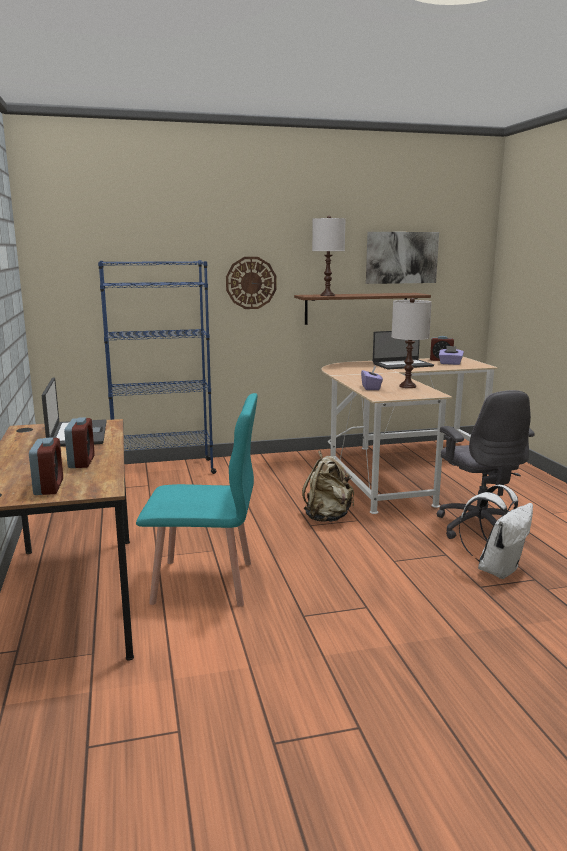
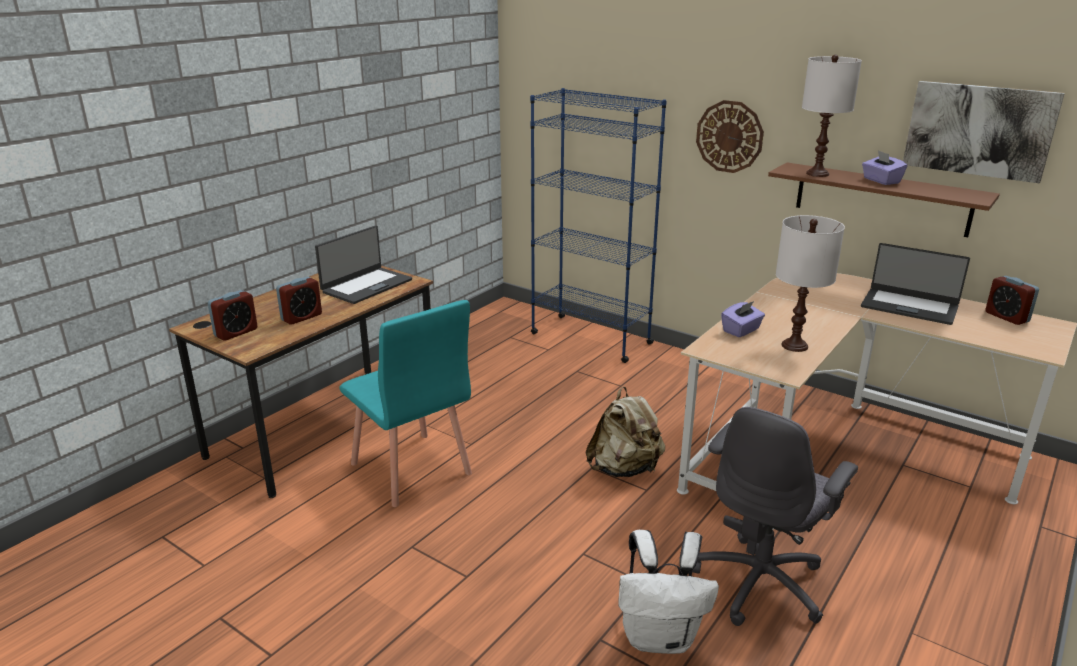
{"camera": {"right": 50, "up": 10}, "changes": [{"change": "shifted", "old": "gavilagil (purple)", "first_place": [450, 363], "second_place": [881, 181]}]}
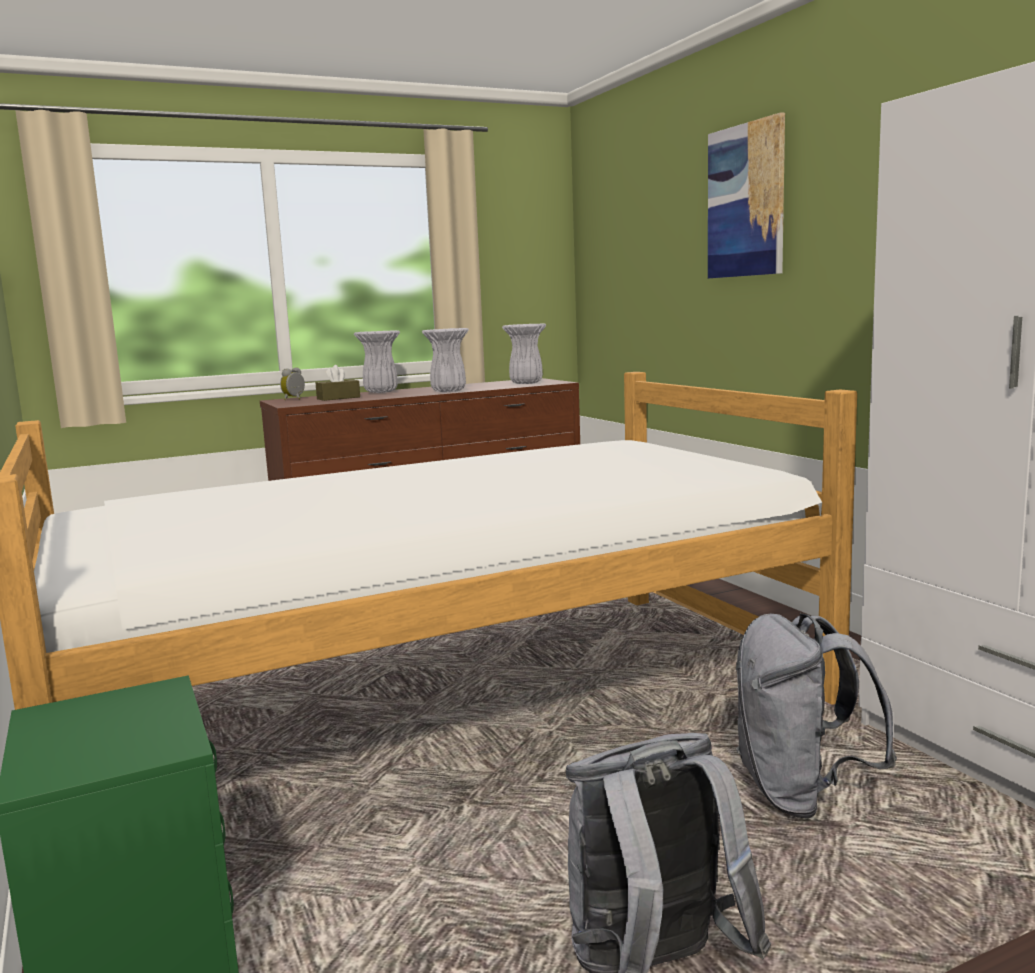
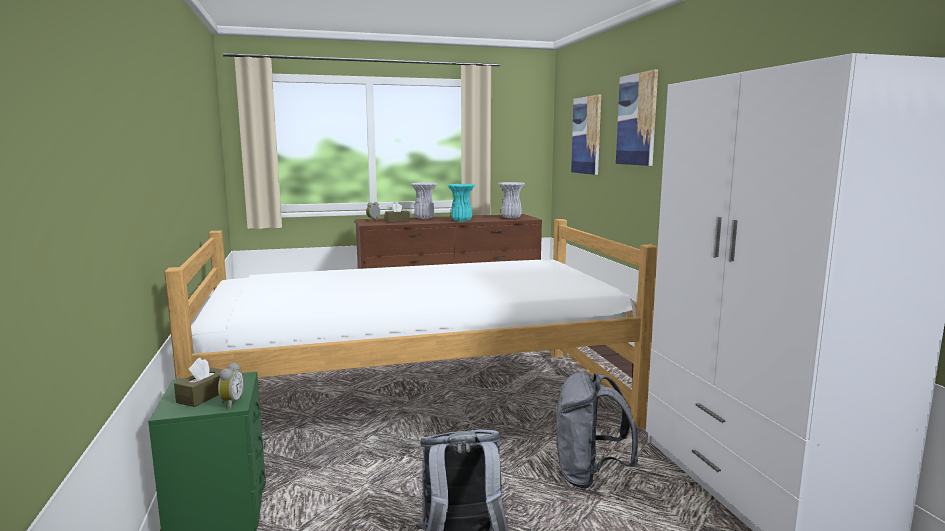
{"camera": {"right": 10, "up": 0}, "changes": [{"change": "repainted", "old": "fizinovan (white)", "new": "fizinovan (turquoise)", "first_place": [449, 391], "second_place": [461, 221]}, {"change": "new", "new": "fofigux", "second_place": [586, 135]}, {"change": "new", "new": "gavilagil (brown)", "second_place": [204, 396]}, {"change": "new", "new": "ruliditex", "second_place": [230, 403]}]}
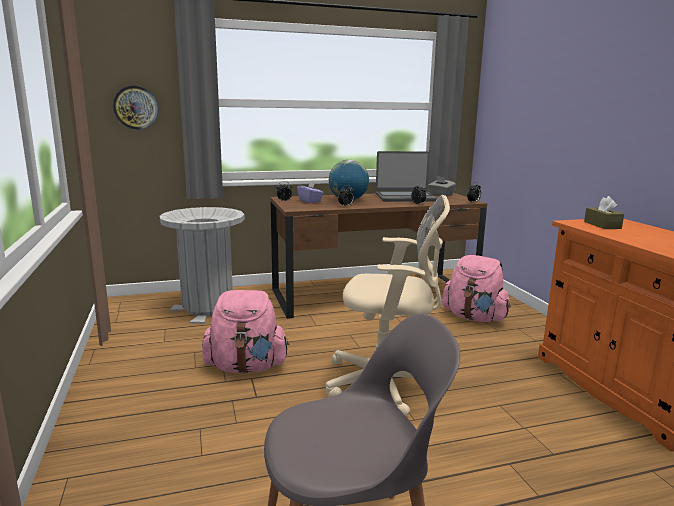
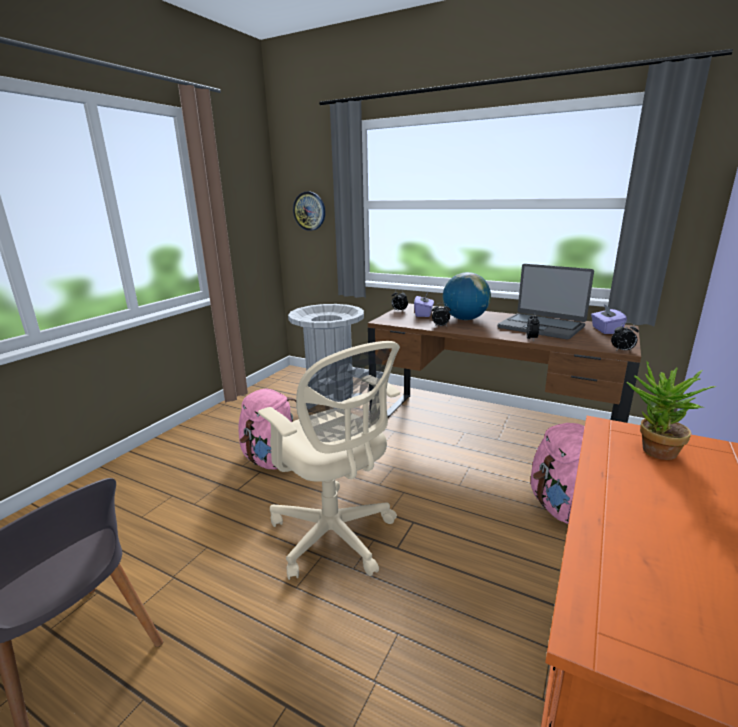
{"camera": {"right": 45, "up": 5}, "changes": [{"change": "repainted", "old": "gavilagil (grey)", "new": "gavilagil (purple)", "first_place": [440, 195], "second_place": [605, 330]}, {"change": "swapped", "old": "gavilagil (brown)", "new": "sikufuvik", "first_place": [602, 225], "second_place": [653, 452]}]}
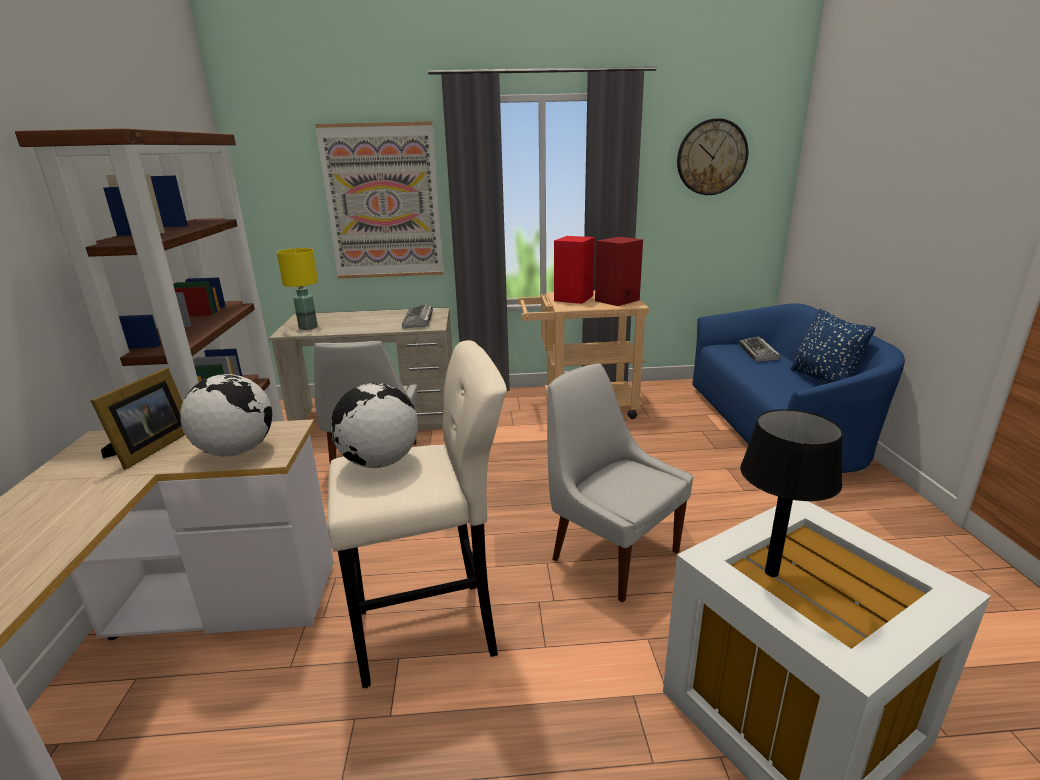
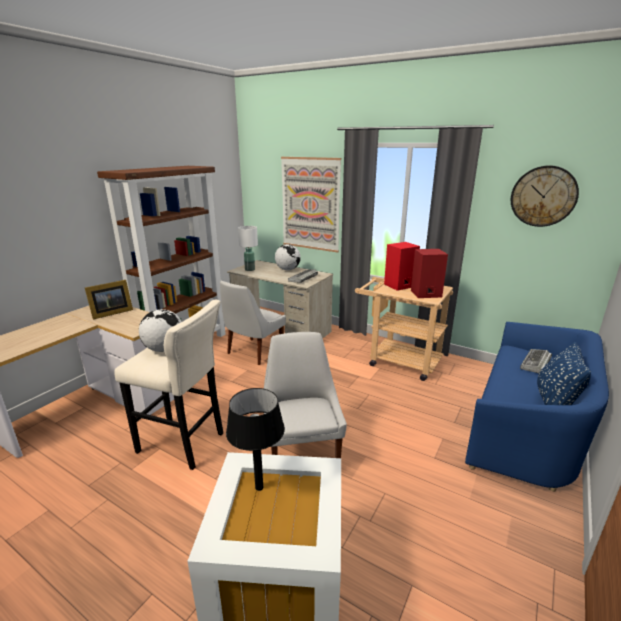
{"camera": {"right": 35, "up": 0}, "changes": [{"change": "repainted", "old": "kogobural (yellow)", "new": "kogobural (white)", "first_place": [308, 327], "second_place": [250, 269]}, {"change": "shifted", "old": "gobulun", "first_place": [236, 451], "second_place": [287, 269]}]}
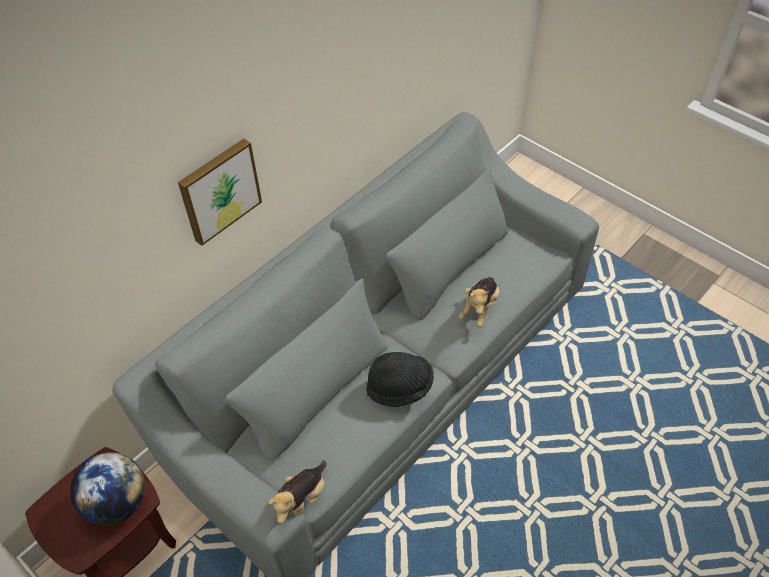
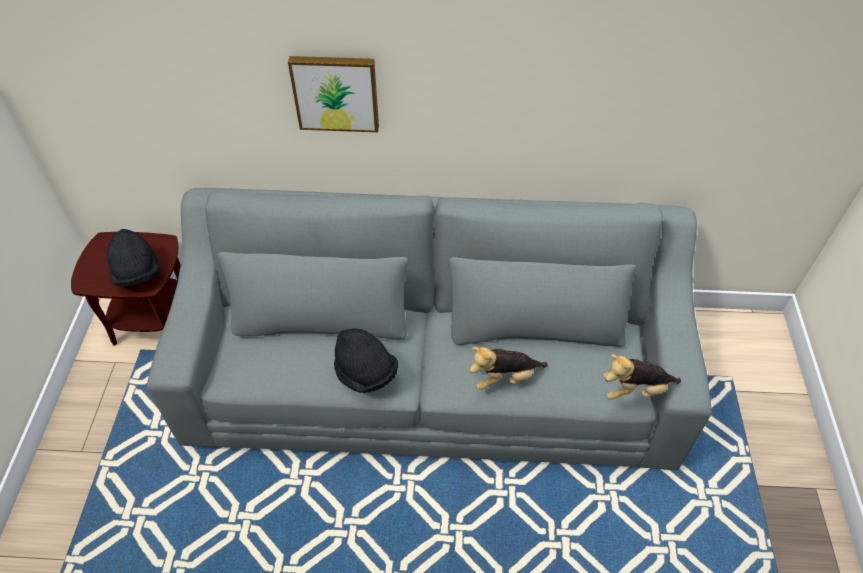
{"camera": {"right": 50, "up": 0}, "changes": [{"change": "swapped", "old": "gobulun", "new": "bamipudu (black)", "first_place": [117, 502], "second_place": [137, 273]}, {"change": "shifted", "old": "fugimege", "first_place": [301, 501], "second_place": [634, 390]}]}
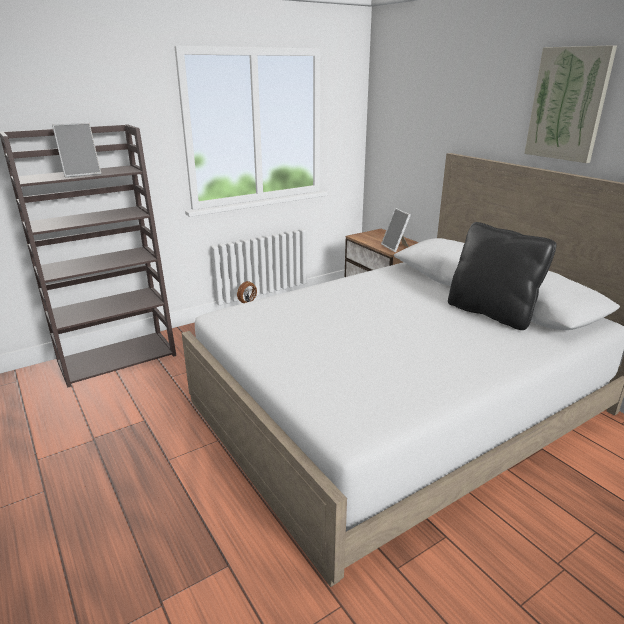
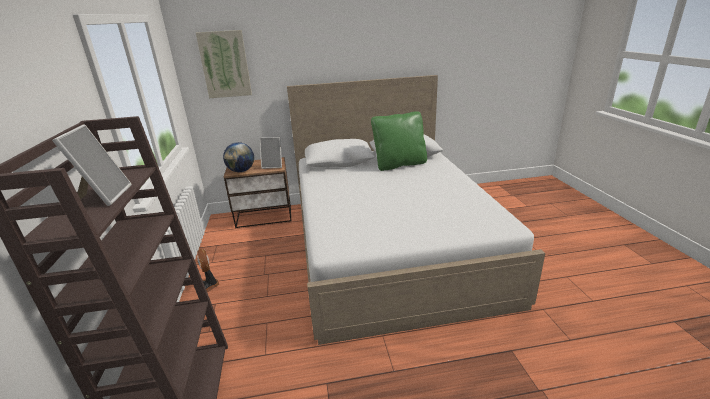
{"camera": {"right": -65, "up": 0}, "changes": [{"change": "shifted", "old": "fofigux", "first_place": [568, 104], "second_place": [225, 64]}, {"change": "repainted", "old": "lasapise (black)", "new": "lasapise (green)", "first_place": [491, 313], "second_place": [399, 164]}, {"change": "new", "new": "gobulun", "second_place": [241, 171]}]}
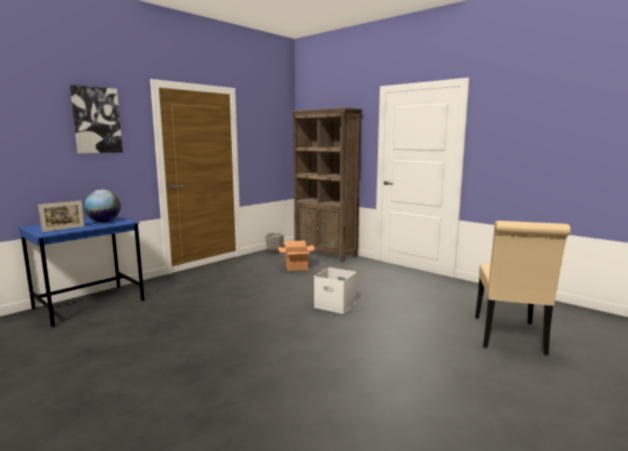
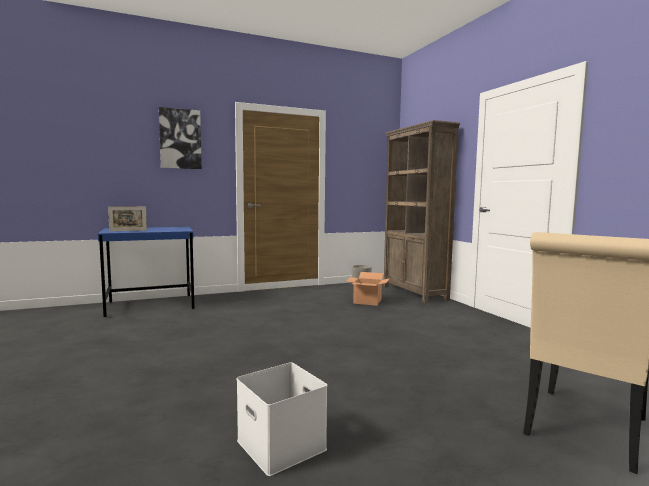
{"camera": {"right": 25, "up": -5}, "changes": [{"change": "gone", "old": "gobulun", "first_place": [104, 222]}, {"change": "shifted", "old": "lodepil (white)", "first_place": [334, 305], "second_place": [279, 445]}]}
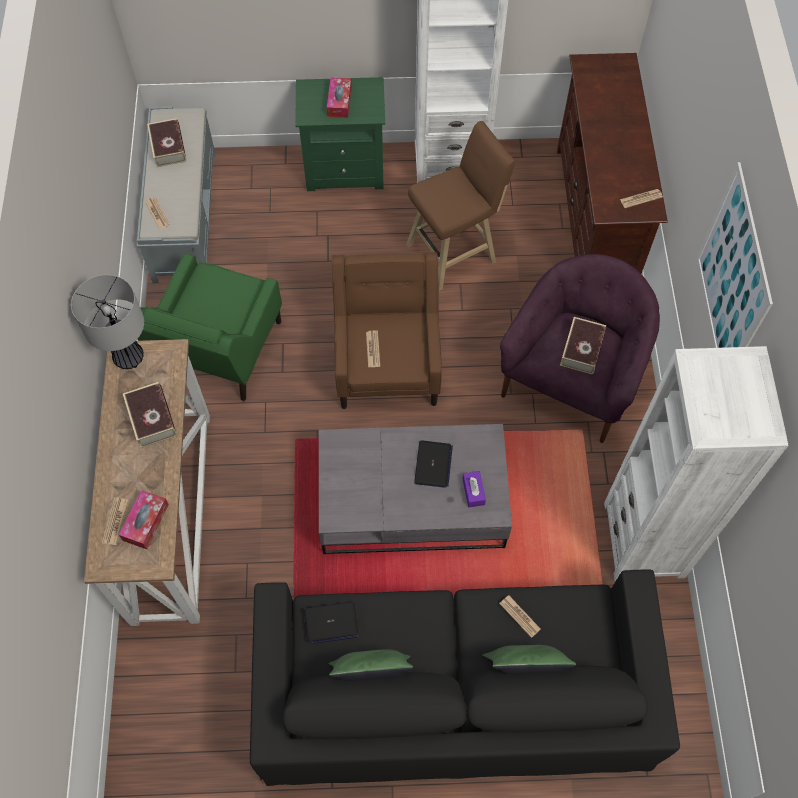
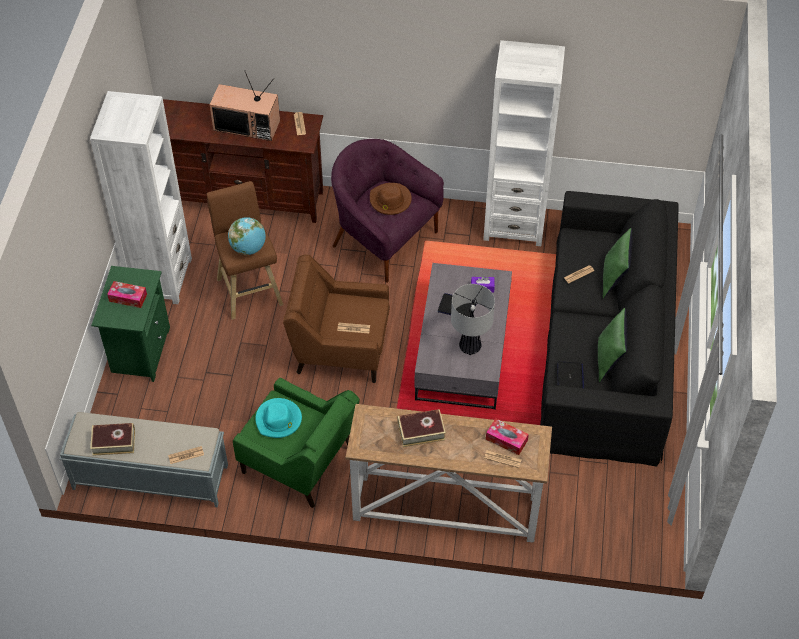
{"camera": {"right": -80, "up": -10}, "changes": [{"change": "gone", "old": "fofigux", "first_place": [731, 278]}, {"change": "shifted", "old": "kogobural", "first_place": [128, 358], "second_place": [470, 347]}, {"change": "swapped", "old": "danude", "new": "bamipudu (brown)", "first_place": [582, 349], "second_place": [390, 201]}, {"change": "new", "new": "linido", "second_place": [248, 124]}, {"change": "new", "new": "gobulun", "second_place": [248, 248]}, {"change": "new", "new": "bamipudu (turquoise)", "second_place": [278, 420]}]}
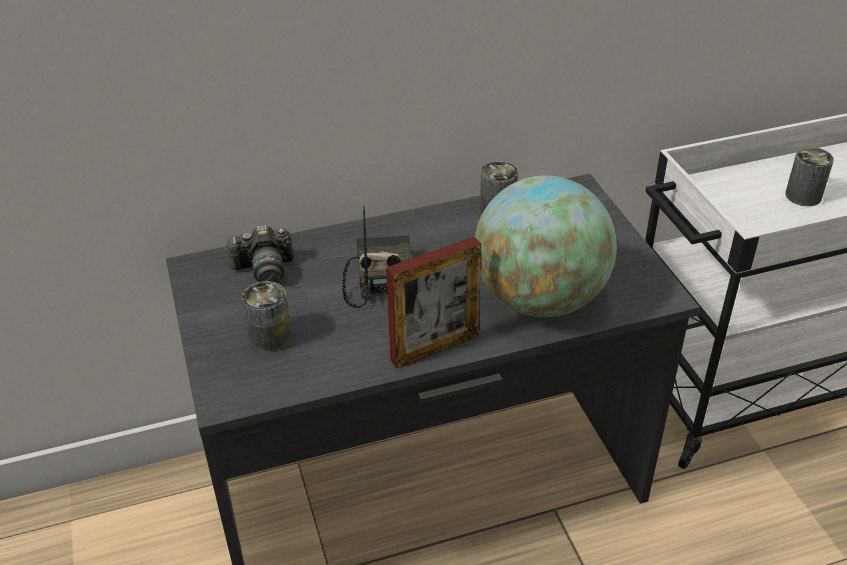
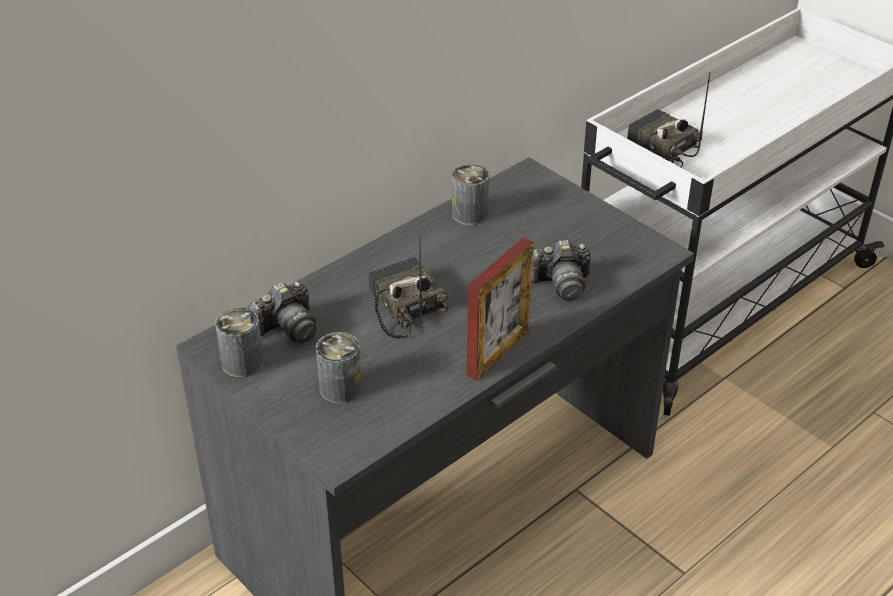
{"camera": {"right": -25, "up": 0}, "changes": [{"change": "shifted", "old": "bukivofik", "first_place": [803, 196], "second_place": [242, 363]}, {"change": "swapped", "old": "gobulun", "new": "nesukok", "first_place": [540, 299], "second_place": [560, 284]}, {"change": "new", "new": "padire", "second_place": [661, 148]}]}
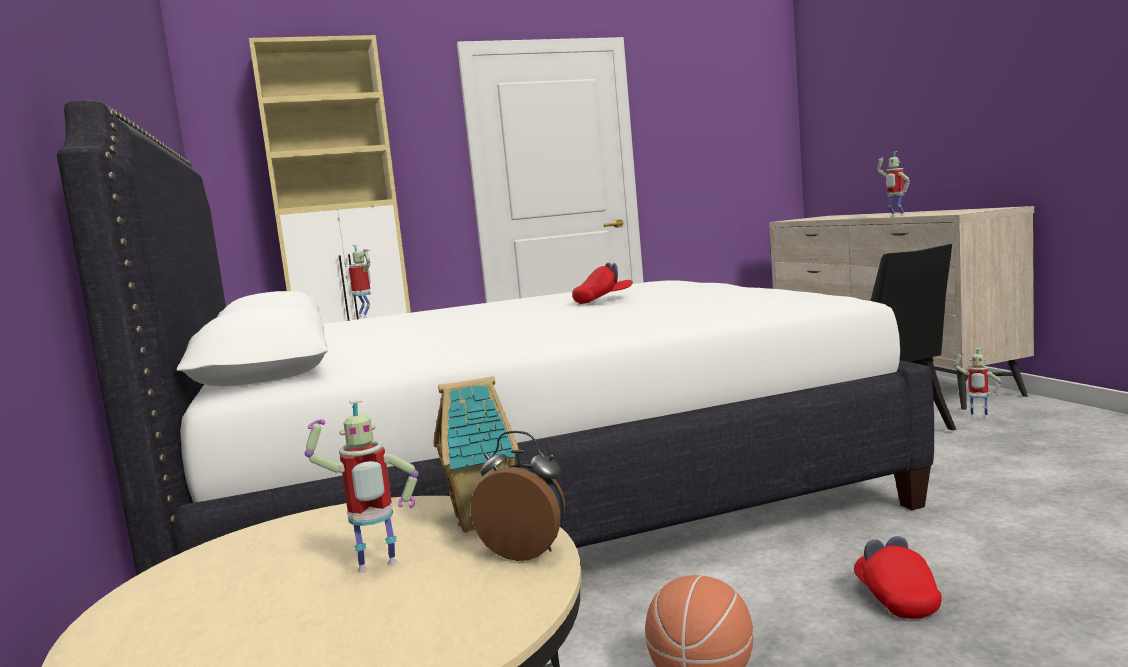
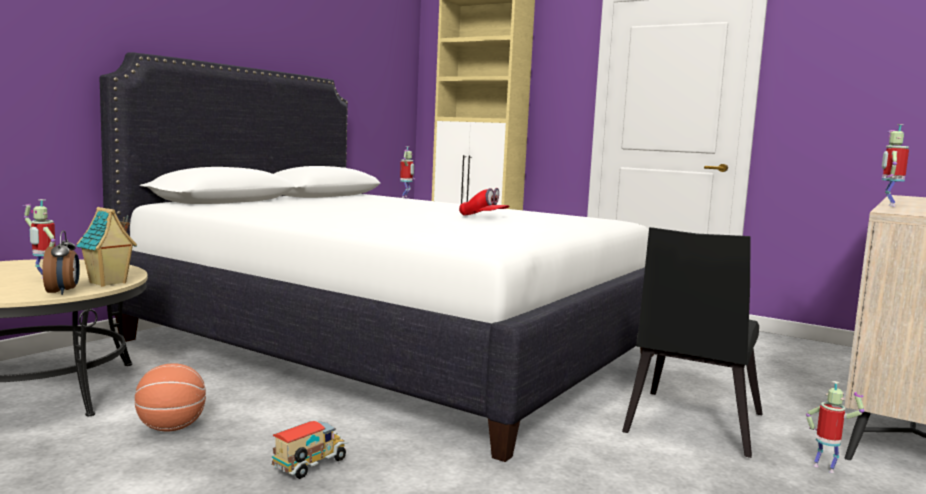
{"camera": {"right": 50, "up": 0}, "changes": [{"change": "rotated", "old": "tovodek", "first_place": [978, 417], "second_place": [825, 468], "degrees": 150}, {"change": "swapped", "old": "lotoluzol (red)", "new": "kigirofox", "first_place": [896, 598], "second_place": [310, 467]}]}
